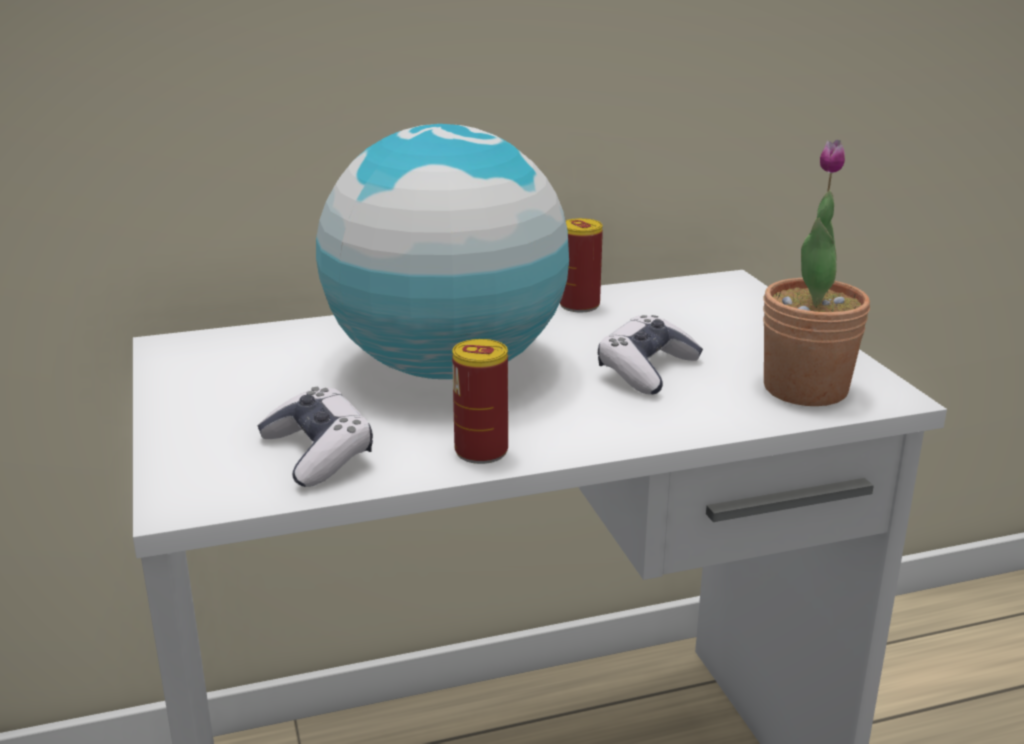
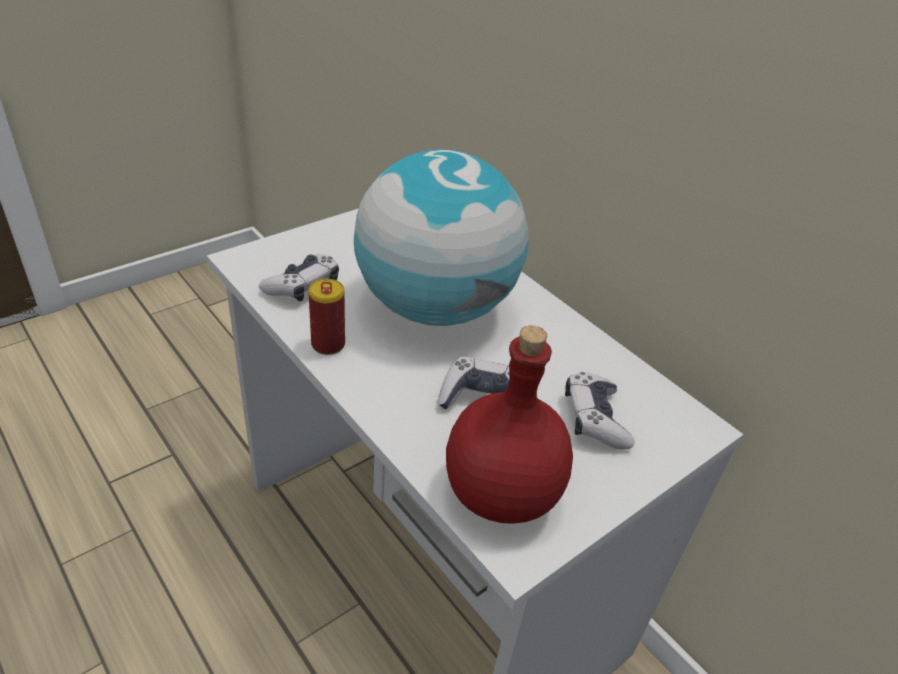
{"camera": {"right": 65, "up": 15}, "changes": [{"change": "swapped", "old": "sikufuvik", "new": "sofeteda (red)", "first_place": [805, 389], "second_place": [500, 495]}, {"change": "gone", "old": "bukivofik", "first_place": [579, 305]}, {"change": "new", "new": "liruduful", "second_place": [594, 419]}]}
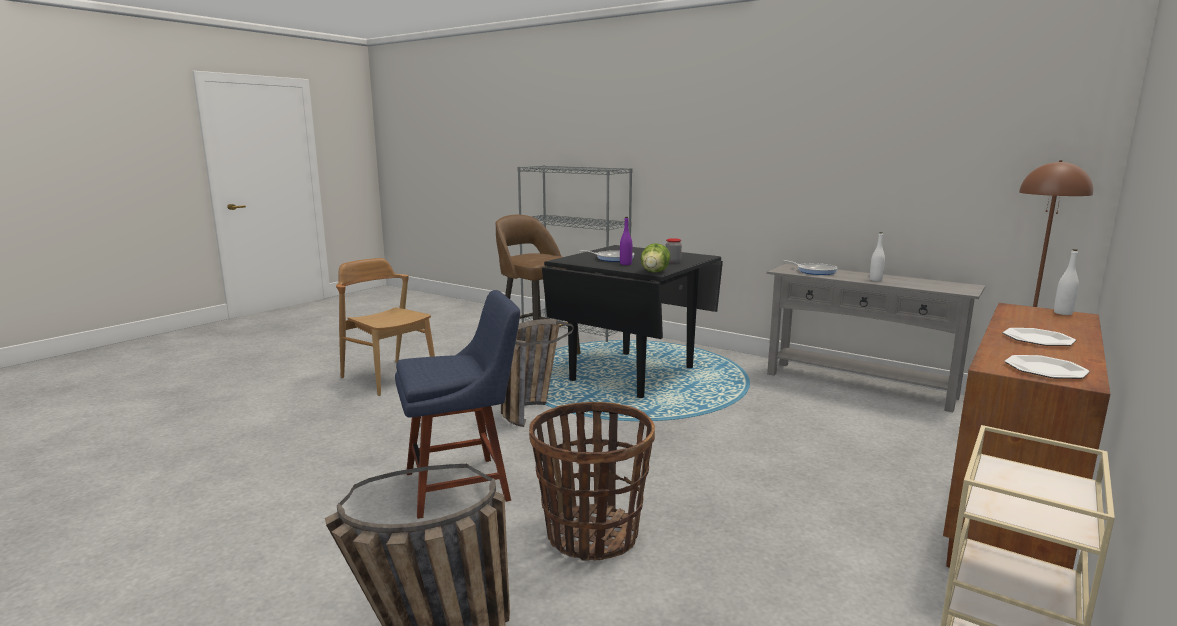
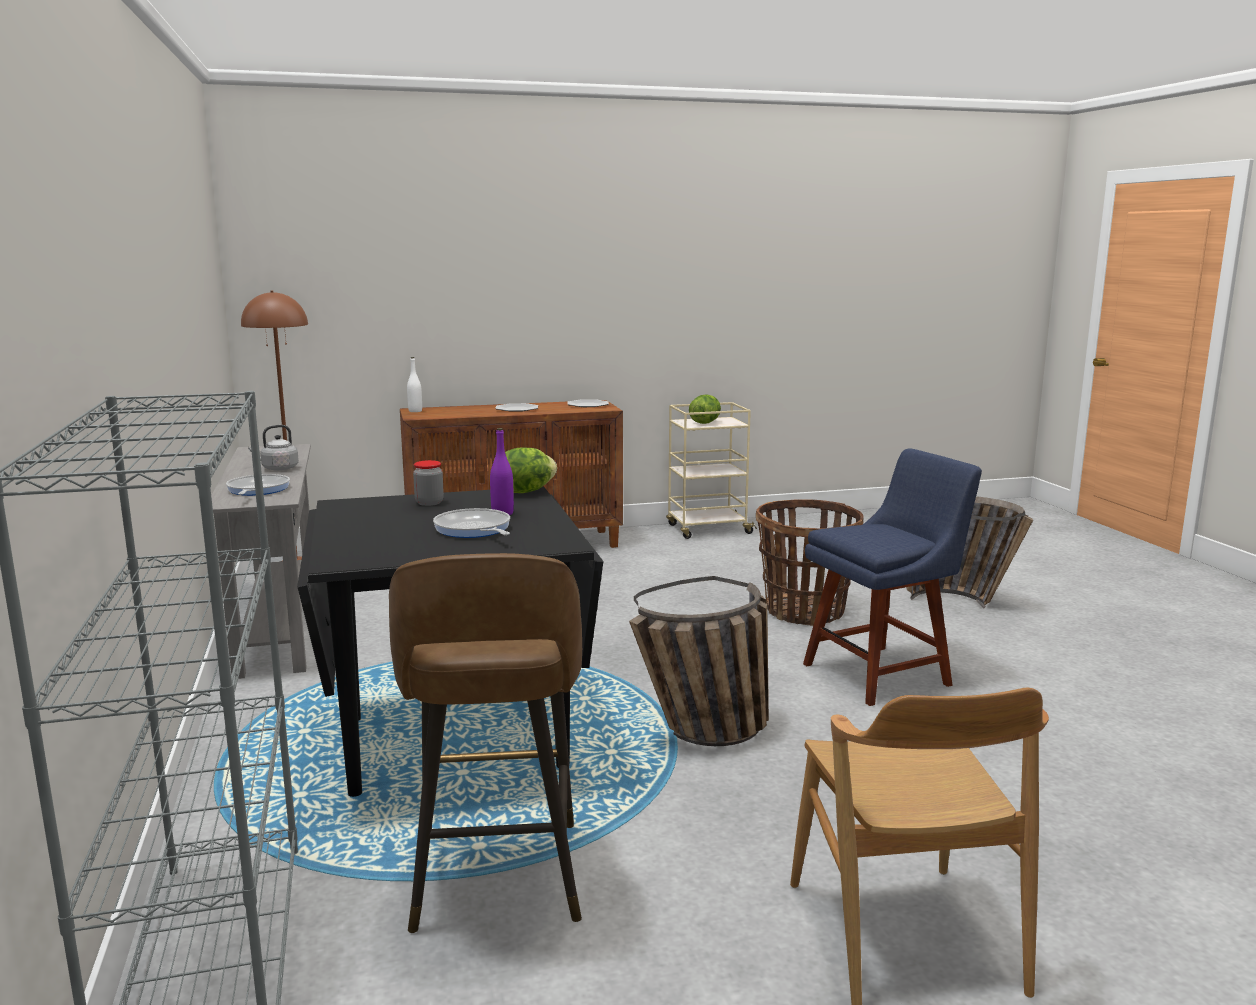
{"camera": {"right": -140, "up": 0}, "changes": [{"change": "swapped", "old": "sofeteda (white)", "new": "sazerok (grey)", "first_place": [875, 280], "second_place": [278, 469]}, {"change": "rotated", "old": "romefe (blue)", "first_place": [463, 485], "second_place": [882, 673], "degrees": 135}, {"change": "new", "new": "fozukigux", "second_place": [705, 423]}]}
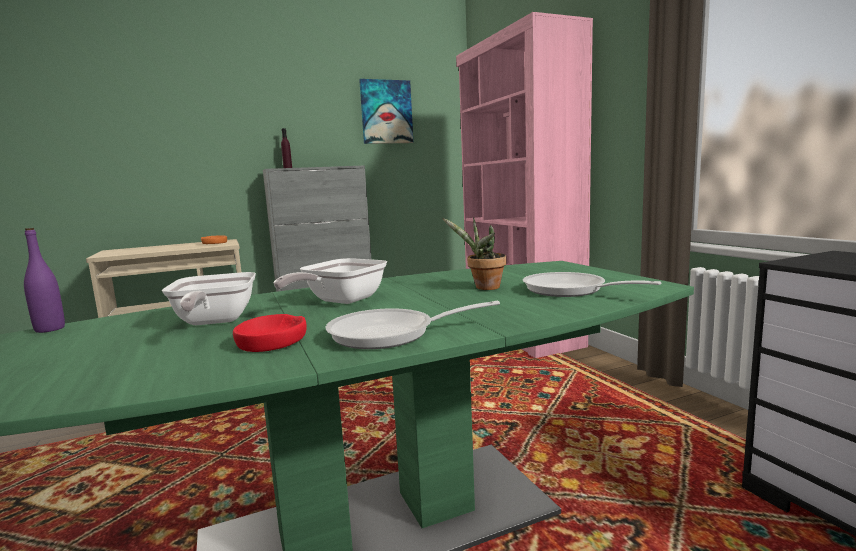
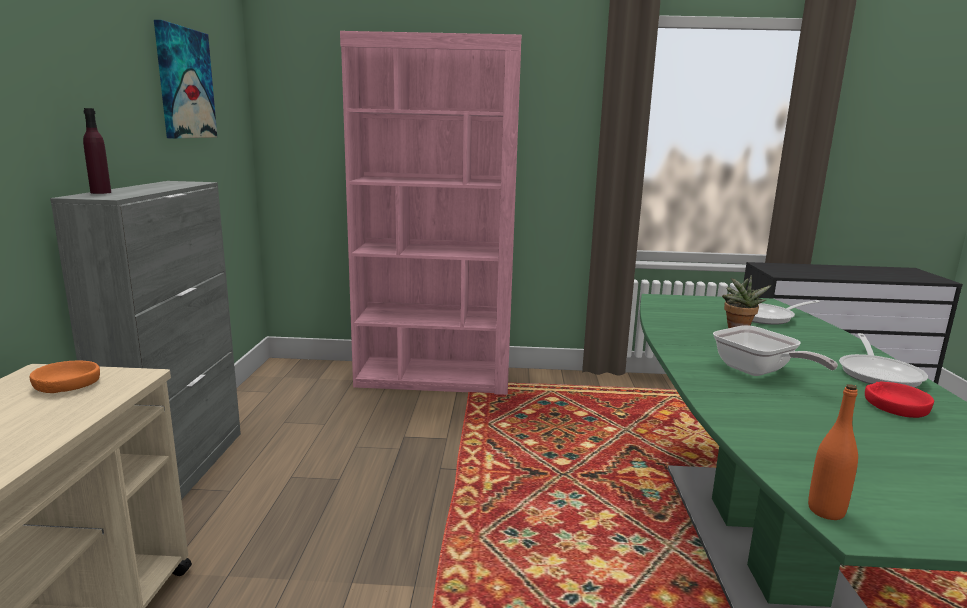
{"camera": {"right": -65, "up": 5}, "changes": [{"change": "repainted", "old": "sofeteda (purple)", "new": "sofeteda (orange)", "first_place": [50, 329], "second_place": [826, 511]}, {"change": "gone", "old": "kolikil", "first_place": [213, 322]}]}
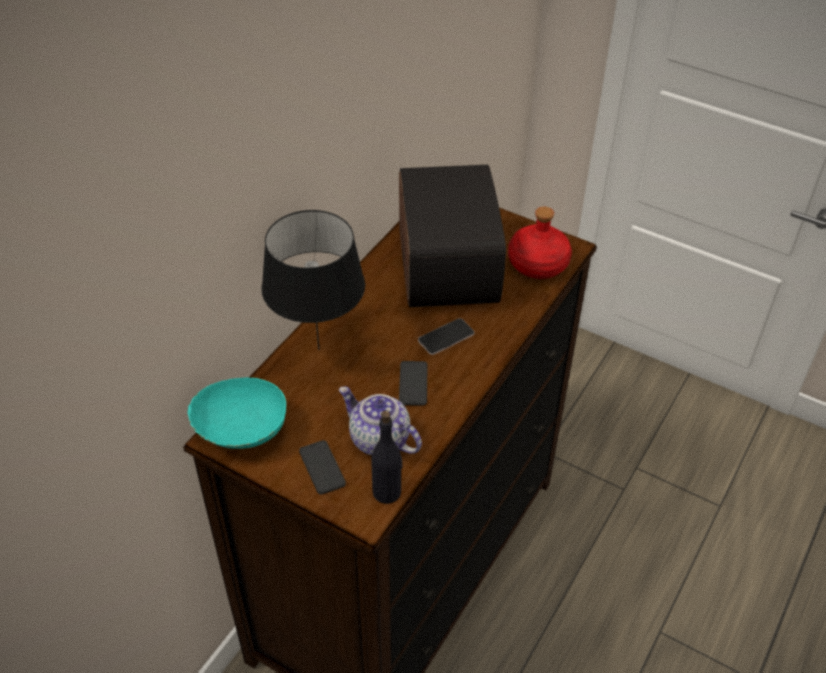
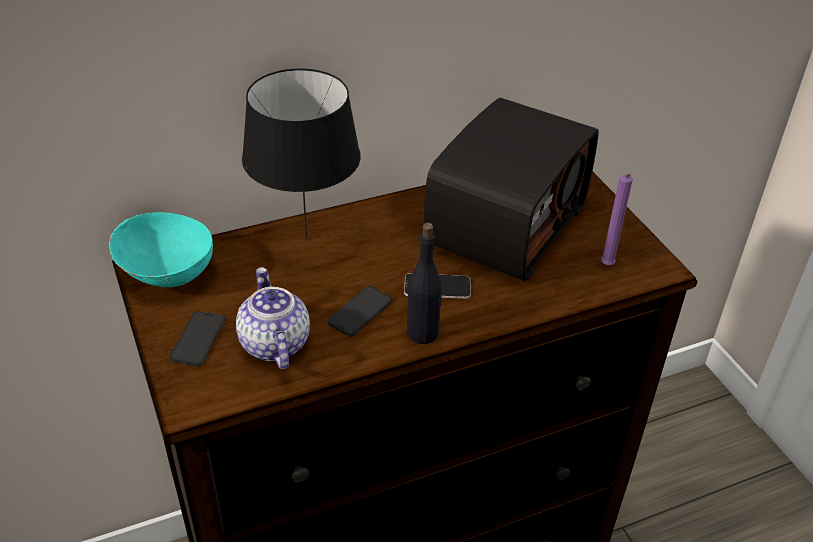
{"camera": {"right": 35, "up": -5}, "changes": [{"change": "swapped", "old": "sofeteda (red)", "new": "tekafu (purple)", "first_place": [537, 264], "second_place": [606, 266]}, {"change": "shifted", "old": "sofeteda (black)", "first_place": [387, 492], "second_place": [423, 333]}]}
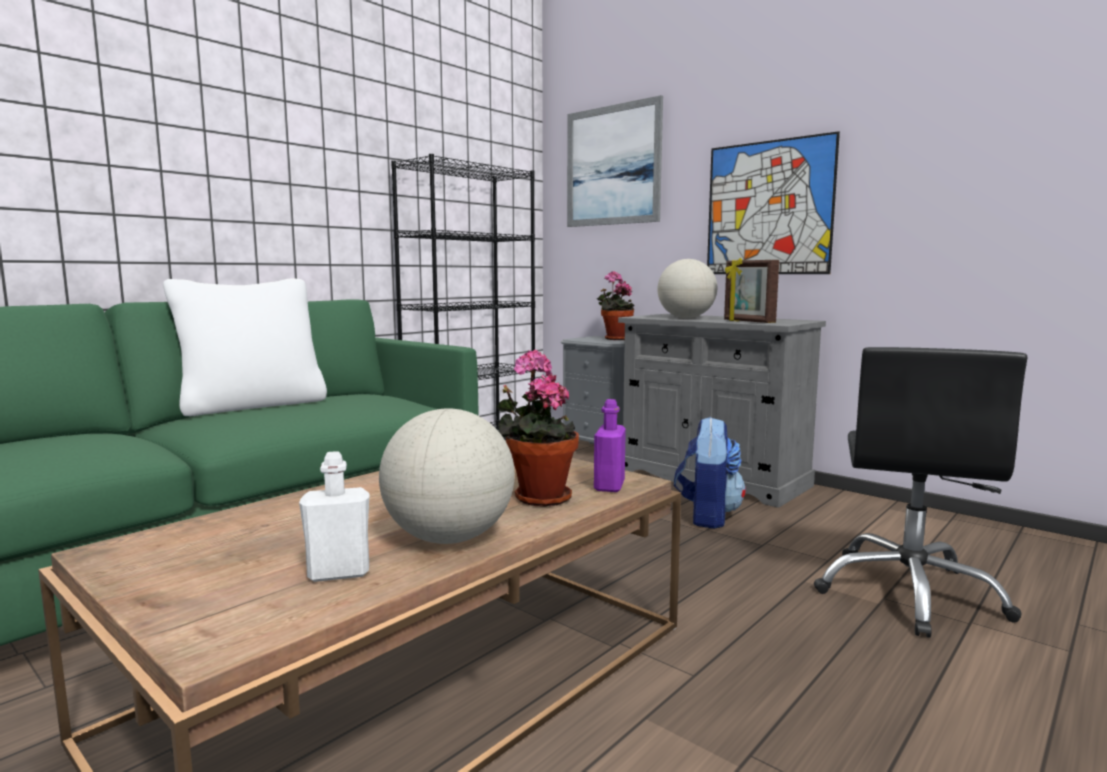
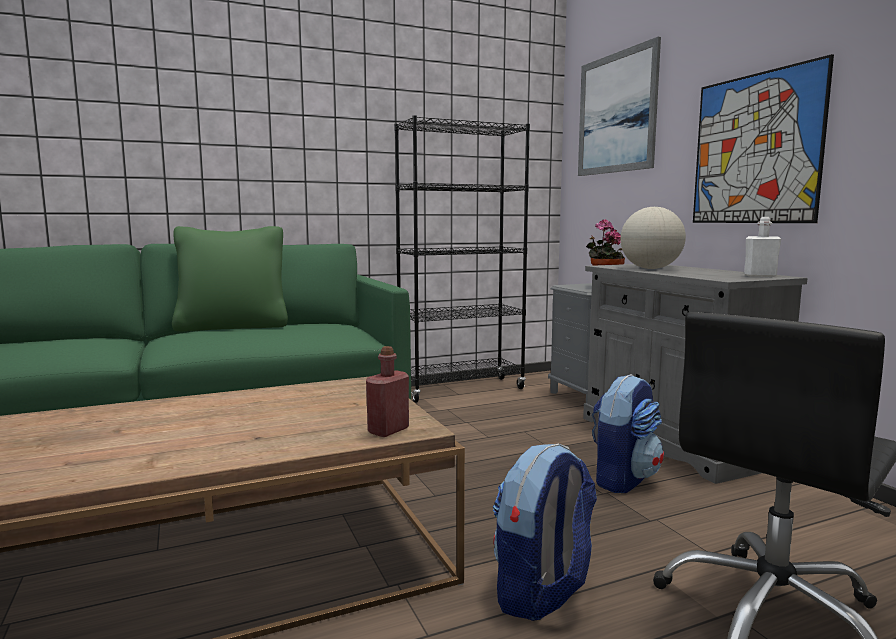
{"camera": {"right": 25, "up": 0}, "changes": [{"change": "gone", "old": "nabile", "first_place": [748, 322]}, {"change": "repainted", "old": "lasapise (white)", "new": "lasapise (green)", "first_place": [253, 405], "second_place": [233, 327]}, {"change": "gone", "old": "sikufuvik", "first_place": [538, 497]}, {"change": "repainted", "old": "sofeteda (purple)", "new": "sofeteda (red)", "first_place": [609, 486], "second_place": [388, 430]}, {"change": "gone", "old": "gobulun", "first_place": [449, 538]}, {"change": "shifted", "old": "sofeteda (white)", "first_place": [339, 573], "second_place": [760, 276]}, {"change": "new", "new": "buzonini", "second_place": [542, 593]}]}
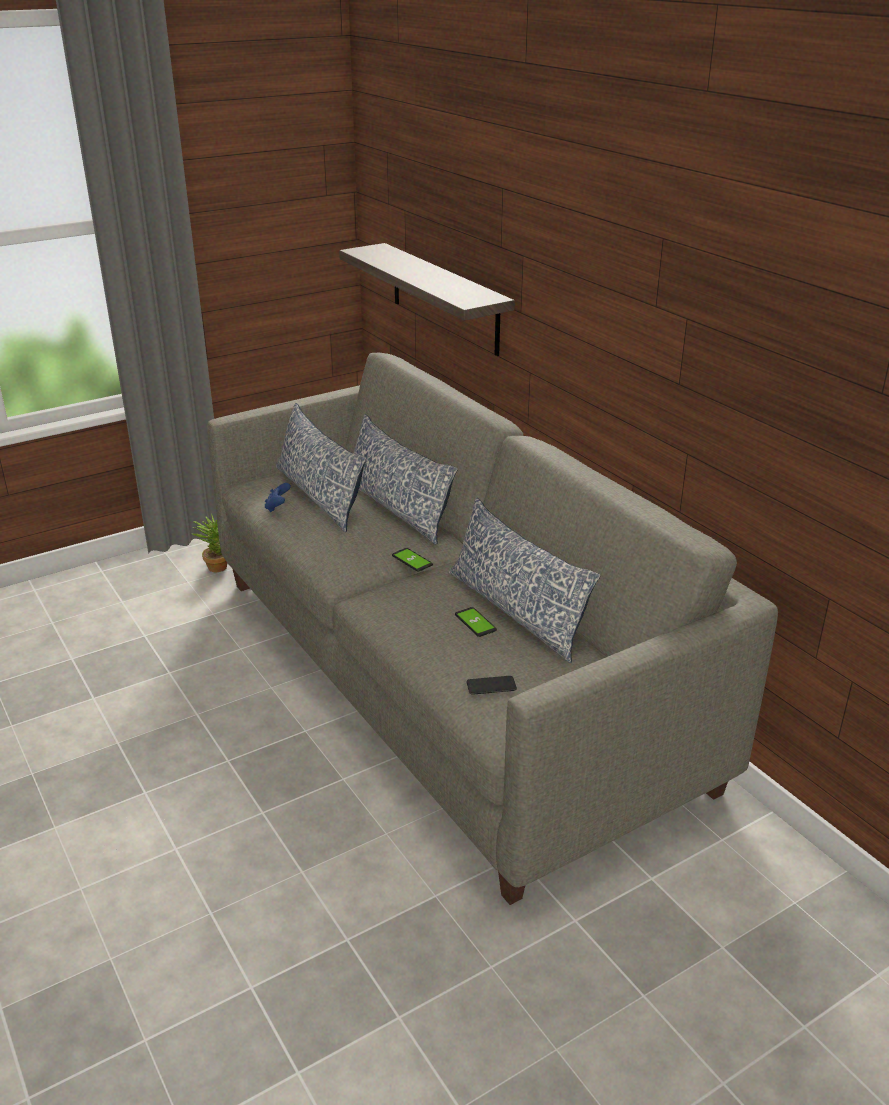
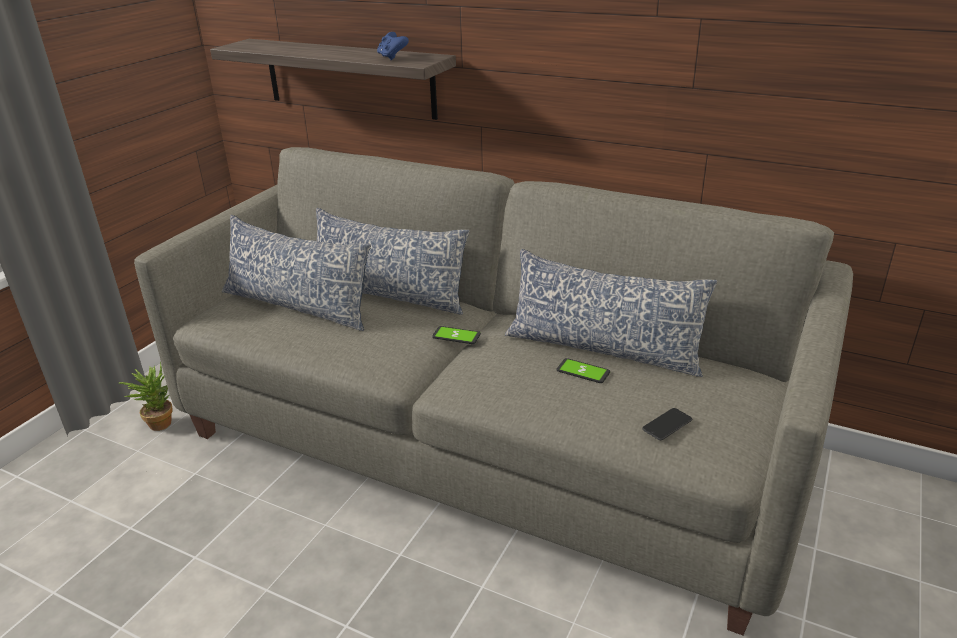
{"camera": {"right": -30, "up": 0}, "changes": [{"change": "shifted", "old": "liruduful (blue)", "first_place": [277, 507], "second_place": [392, 57]}]}
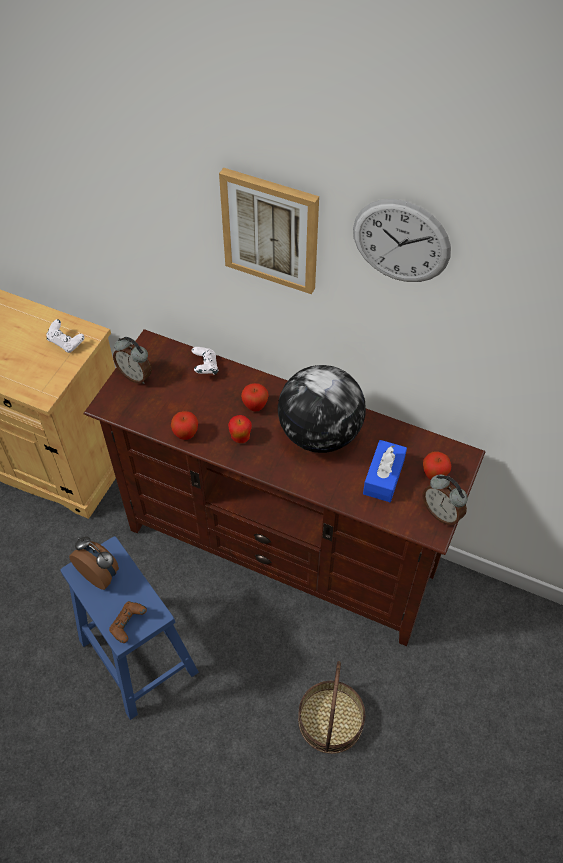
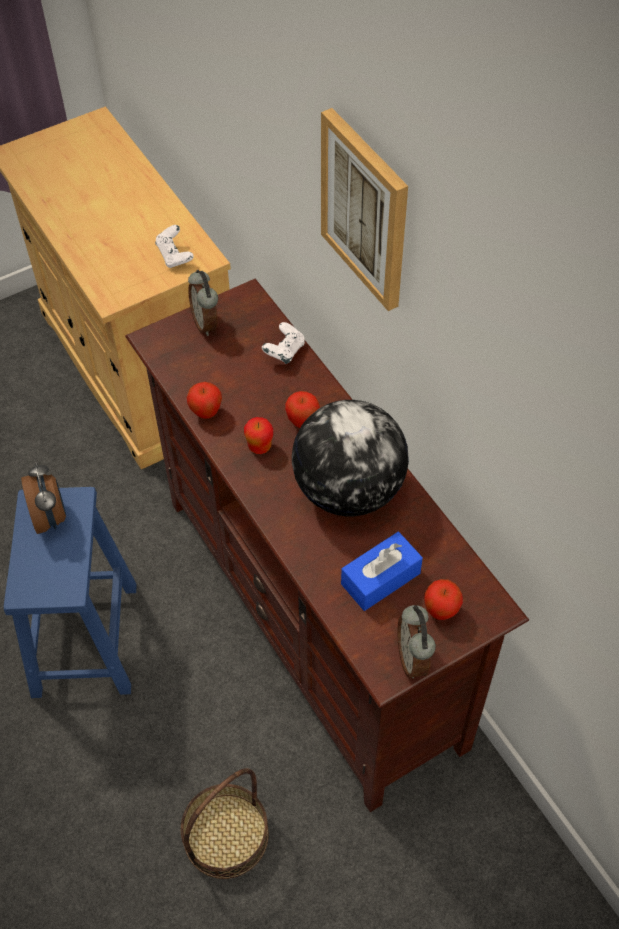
{"camera": {"right": 35, "up": 0}, "changes": [{"change": "gone", "old": "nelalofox", "first_place": [401, 241]}, {"change": "gone", "old": "liruduful (brown)", "first_place": [128, 625]}]}
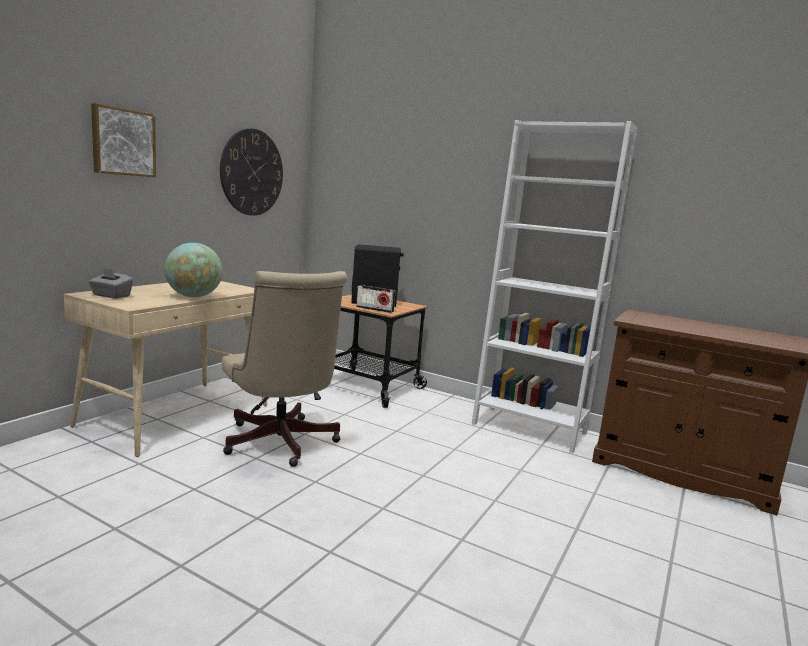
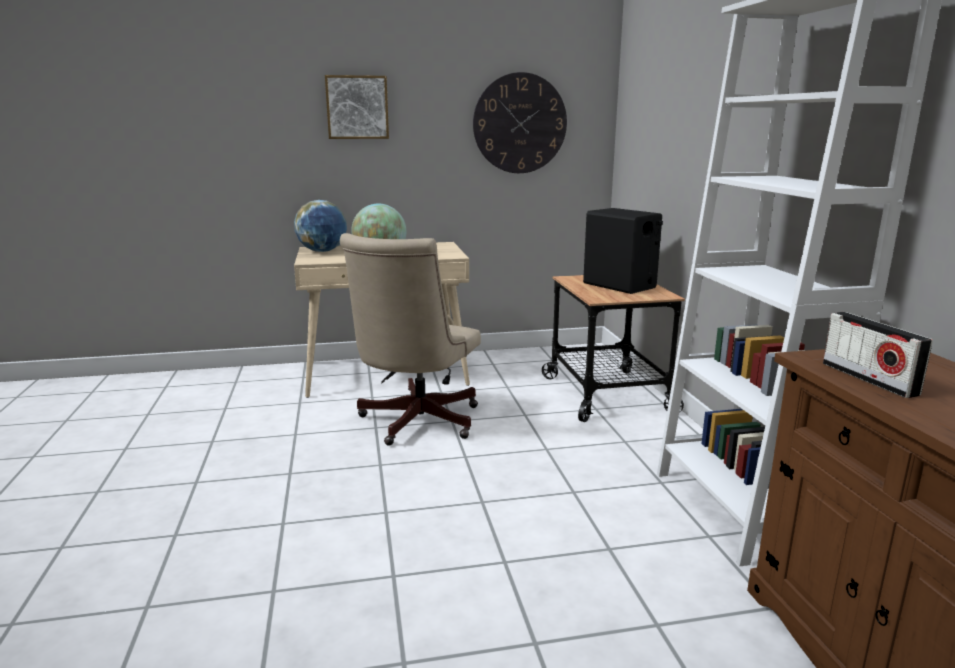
{"camera": {"right": 50, "up": 5}, "changes": [{"change": "swapped", "old": "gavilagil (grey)", "new": "gobulun", "first_place": [111, 296], "second_place": [322, 251]}, {"change": "shifted", "old": "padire", "first_place": [375, 309], "second_place": [868, 379]}]}
